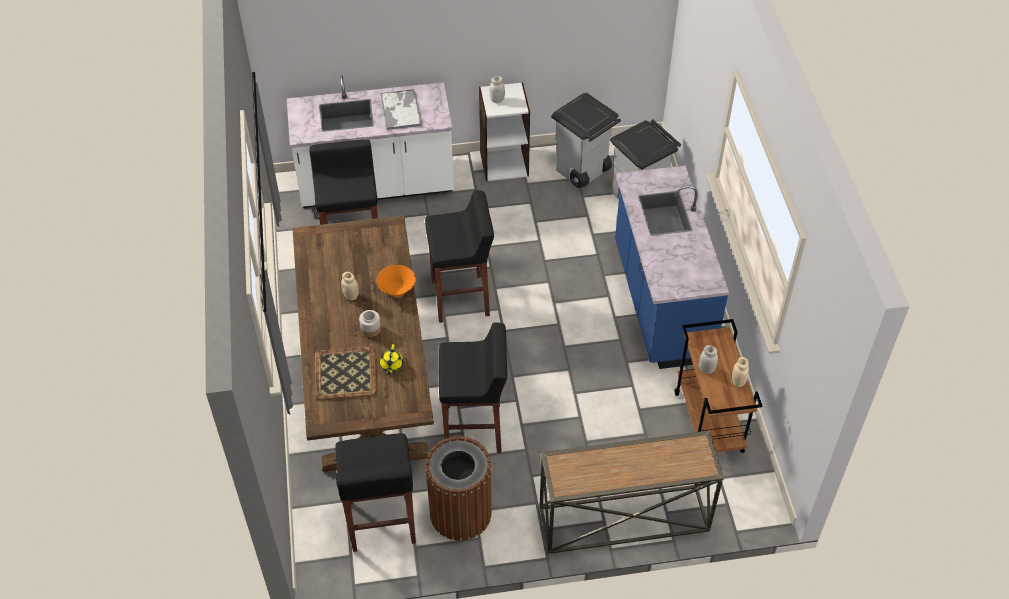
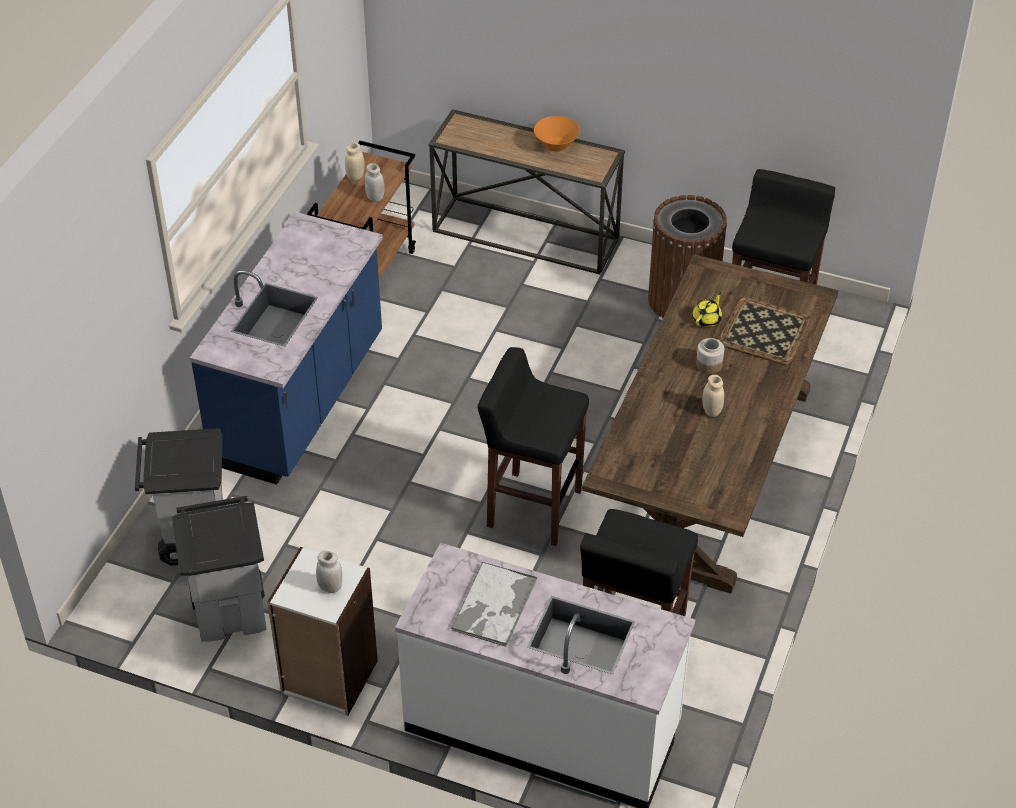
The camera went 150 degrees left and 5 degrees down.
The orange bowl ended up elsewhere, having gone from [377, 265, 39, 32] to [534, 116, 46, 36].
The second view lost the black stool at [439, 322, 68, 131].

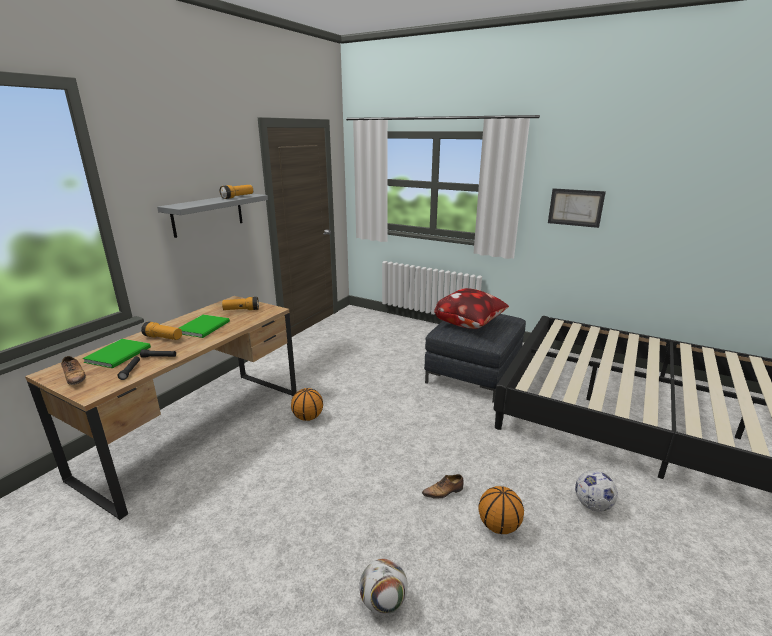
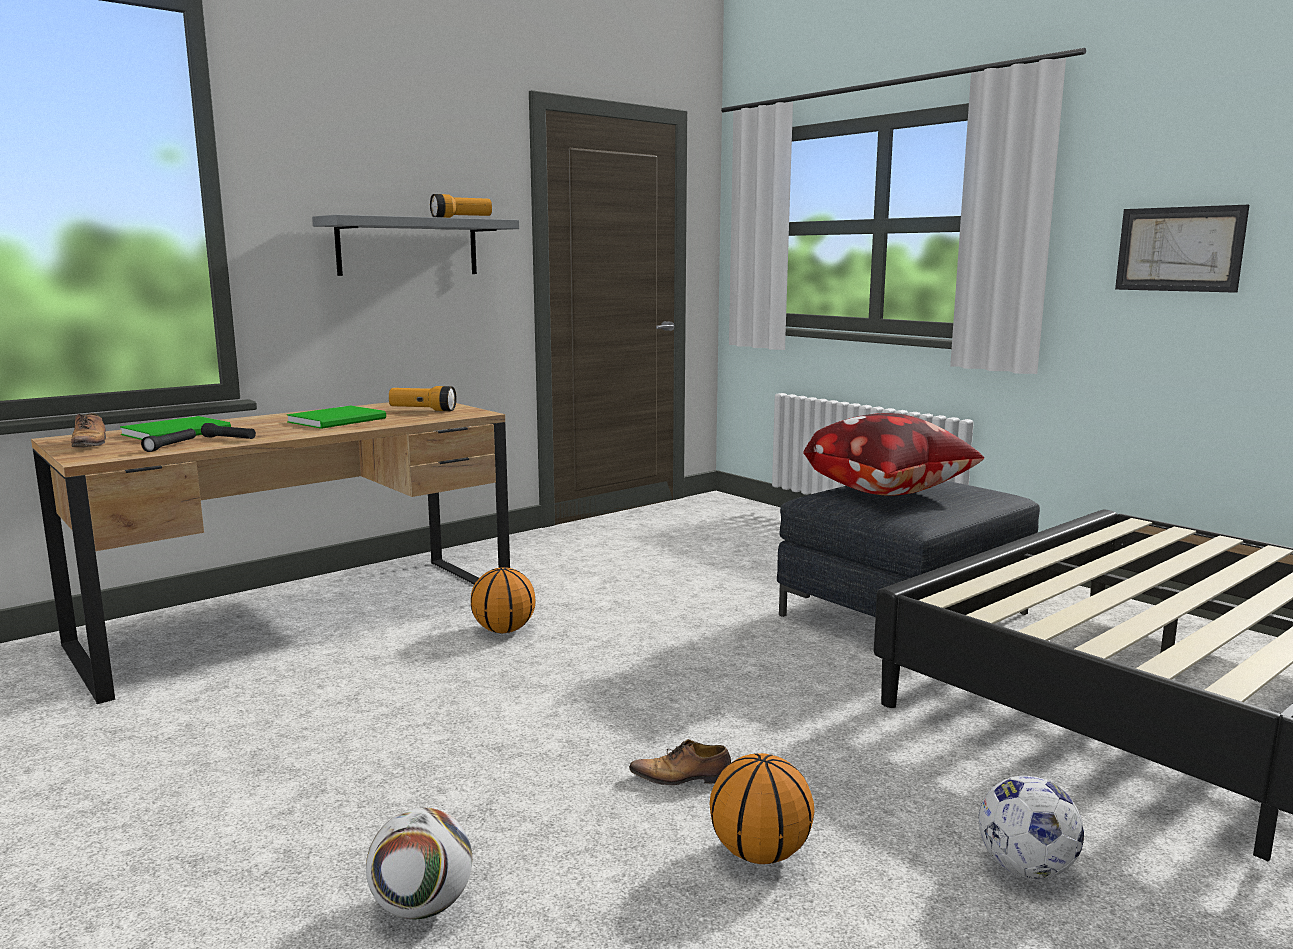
The camera went 20 degrees right and 10 degrees down.
The second view lost the flashlight at [141, 321, 41, 19].

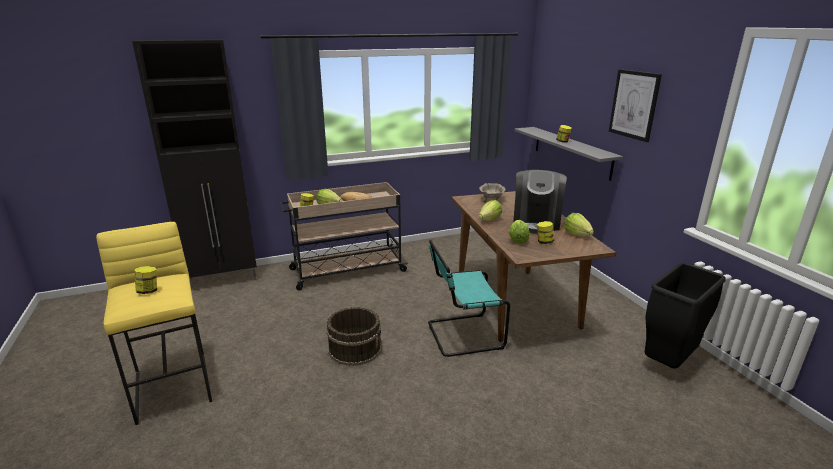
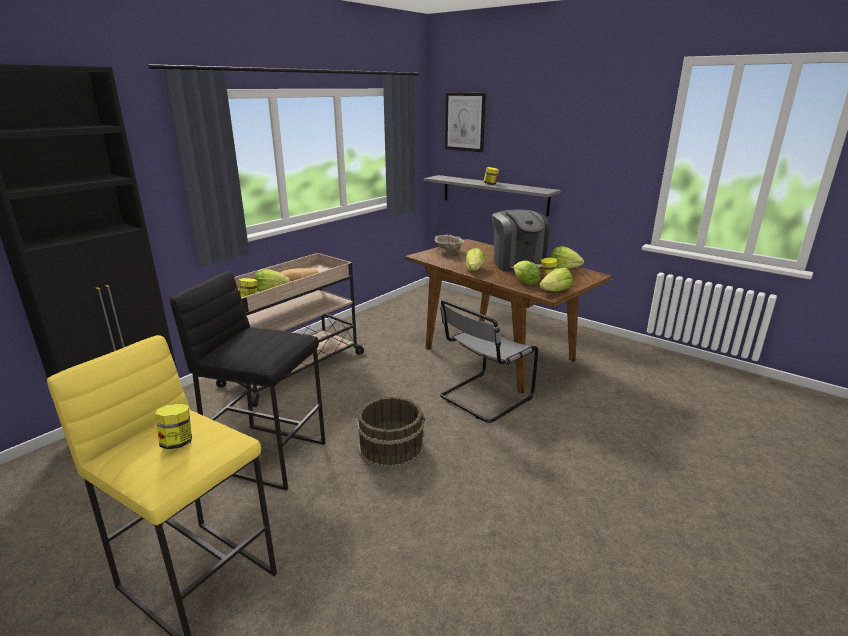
The camera went 30 degrees left and 0 degrees up.
The second view gained the black stool at [170, 272, 156, 219].
What was the turquoise chair at [428, 240, 82, 117] turned into the grey chair at [440, 300, 98, 123].
The picture ended up elsewhere, having gone from [609, 69, 53, 73] to [445, 93, 41, 59].
The second view gained the lettuce at [540, 268, 33, 23].
The second view lost the black trash can at [645, 263, 81, 106].

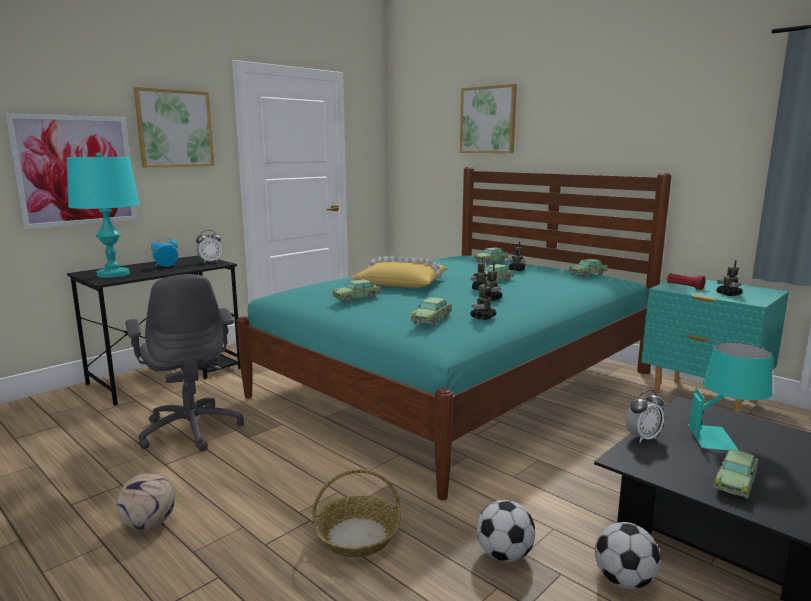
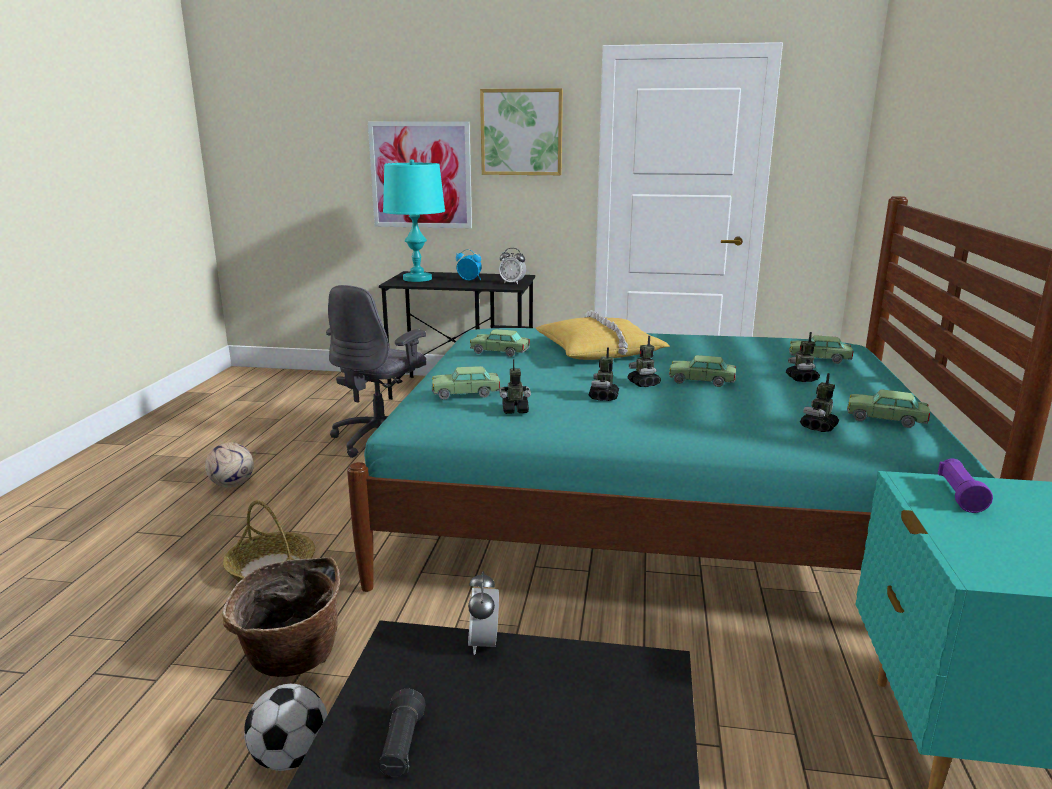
The camera went 55 degrees right and 5 degrees up.
Where the football stood at [477, 500, 58, 62], the basket came to stand at [222, 557, 118, 120].
Where the toy car stood at [713, 449, 45, 50], the black flashlight came to stand at [379, 689, 47, 88].
The alarm clock at [625, 390, 39, 53] ended up facing another way, 60 degrees clockwise from before.
The toy robot ended up elsewhere, having gone from [716, 260, 27, 36] to [800, 373, 39, 59].
What was the red flashlight at [667, 273, 39, 17] turned into the purple flashlight at [938, 458, 55, 55].
The second view lost the picture at [460, 84, 57, 69].
The second view lost the turquoise table lamp at [688, 342, 84, 109].

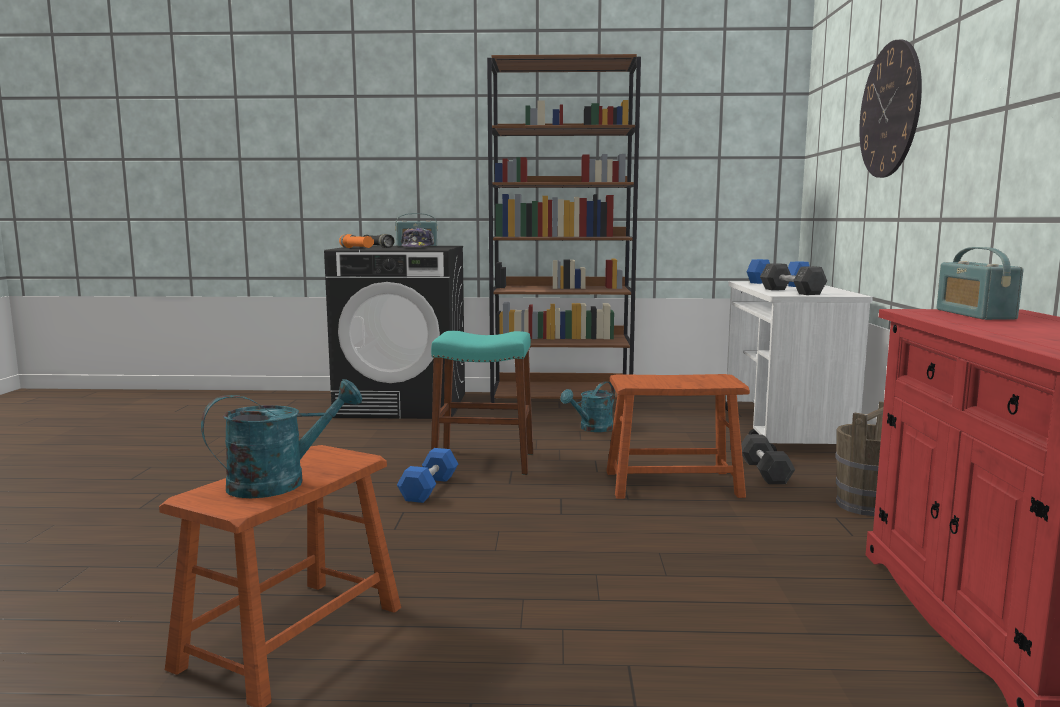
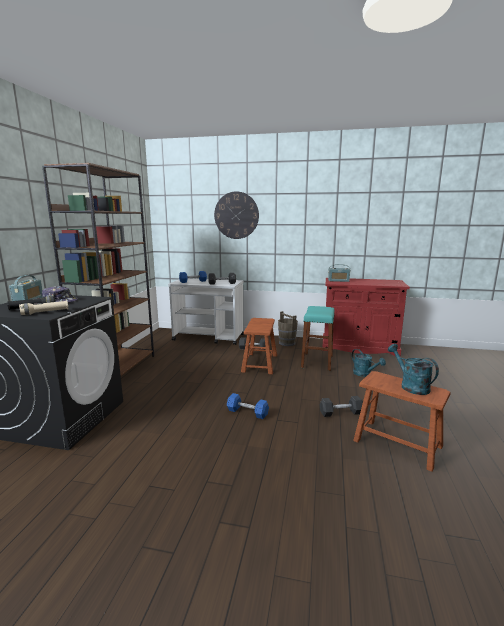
The camera went 80 degrees left and 5 degrees up.
What was the orange flashlight at [339, 234, 35, 14] turned into the beige flashlight at [19, 300, 50, 15].
The turquoise stool ended up elsewhere, having gone from [431, 331, 102, 144] to [301, 306, 34, 65].
The second view gained the grey dumbbell at [320, 396, 43, 21].
The turquoise watering can ended up elsewhere, having gone from [561, 381, 54, 51] to [352, 349, 34, 28].

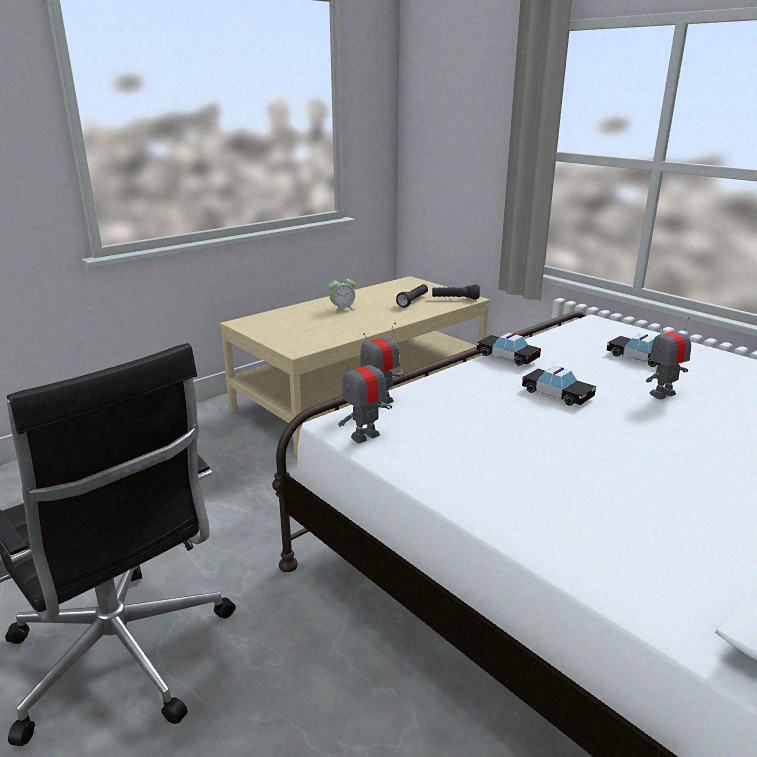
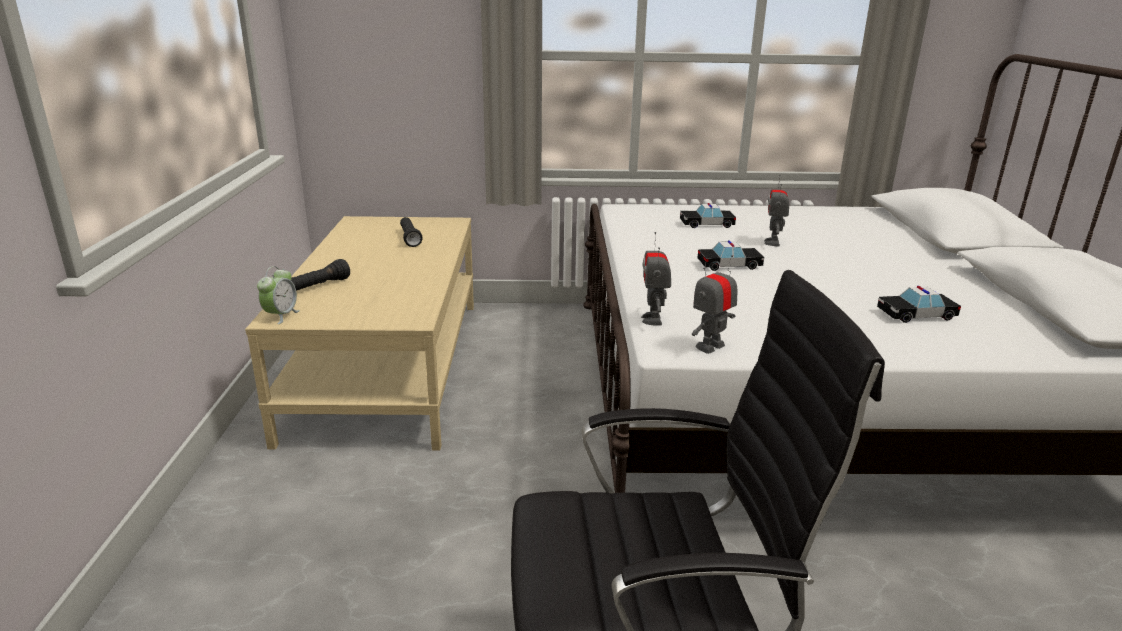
The camera went 50 degrees left and 0 degrees up.
The alarm clock ended up elsewhere, having gone from [328, 275, 28, 38] to [257, 266, 43, 58].
The black flashlight ended up elsewhere, having gone from [432, 284, 48, 15] to [291, 259, 59, 32].
The toy robot at [338, 349, 54, 94] ended up facing another way, 45 degrees clockwise from before.
The toy car ended up elsewhere, having gone from [477, 333, 64, 33] to [877, 286, 84, 37].

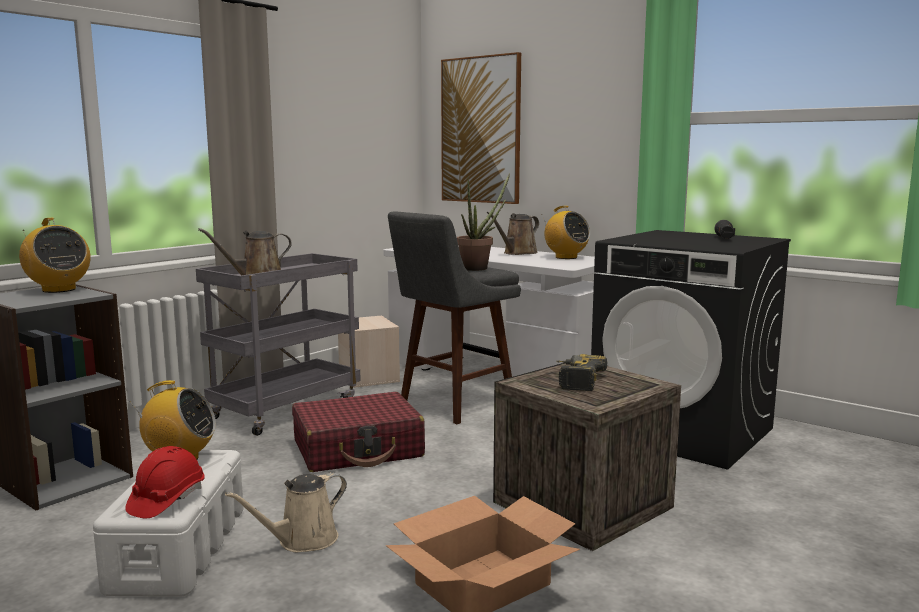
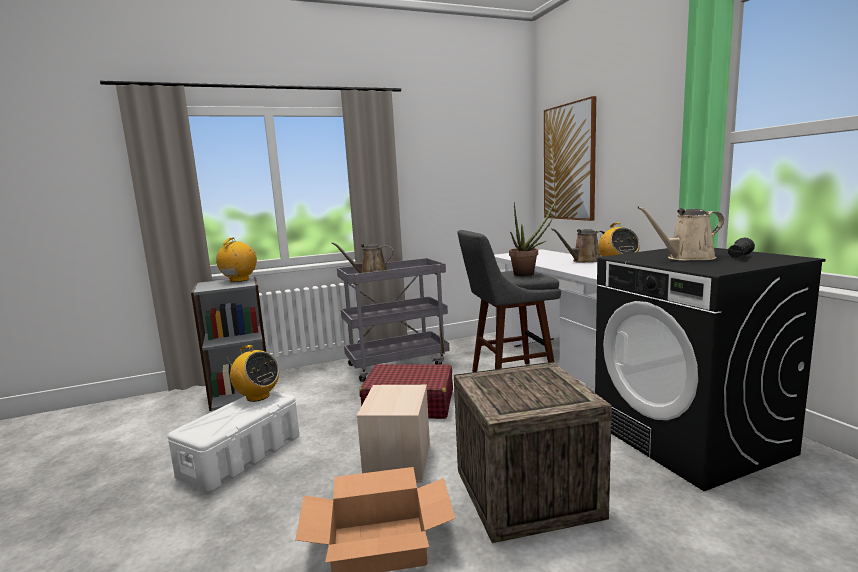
The camera went 30 degrees right and 0 degrees up.
The radio at [19, 218, 72, 75] ended up facing another way, 150 degrees counterclockwise from before.
The beige storage box ended up elsewhere, having gone from [338, 316, 62, 72] to [357, 385, 73, 98].
The beige watering can ended up elsewhere, having gone from [225, 472, 122, 81] to [637, 206, 87, 55].
The second view lost the red hard hat at [125, 446, 80, 72].
The second view lost the power drill at [556, 354, 51, 37].

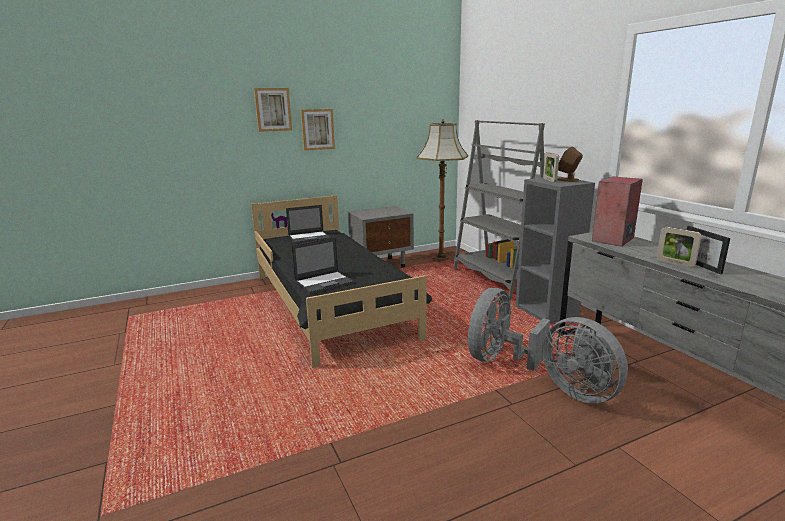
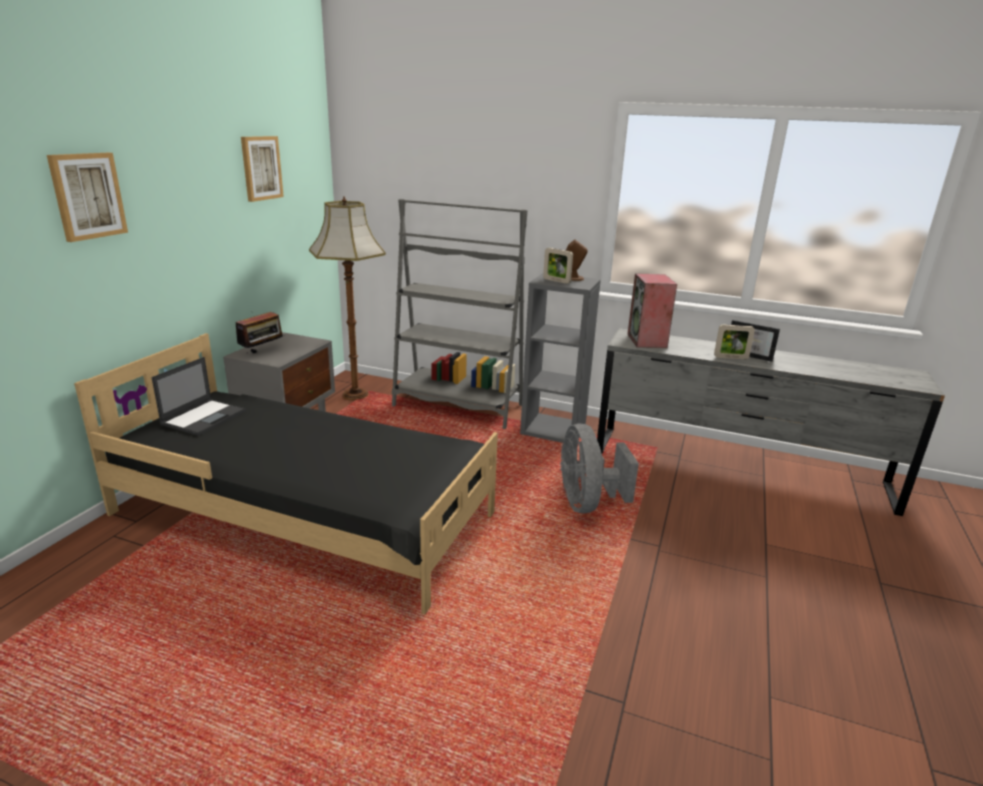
The camera went 45 degrees left and 5 degrees up.
The second view gained the radio at [236, 312, 49, 41].
The picture ended up elsewhere, having gone from [301, 109, 34, 42] to [241, 136, 43, 66].
The second view lost the laptop at [291, 237, 64, 57].
The second view lost the grey fan at [542, 317, 86, 87].

